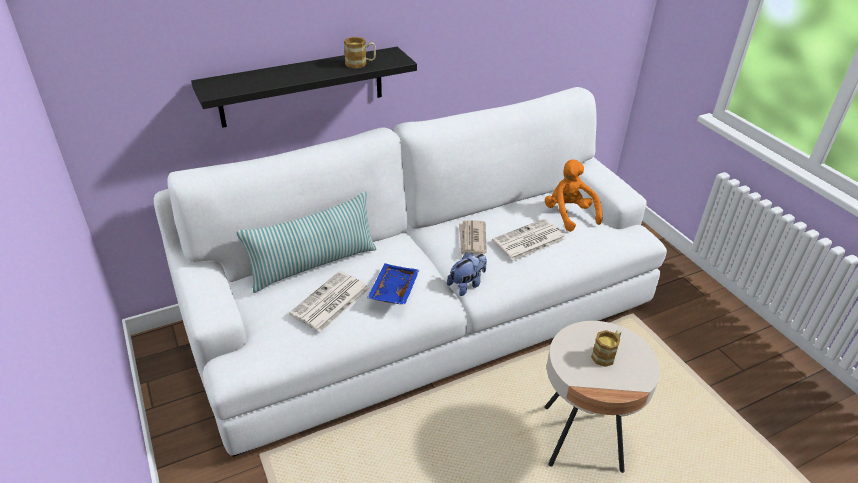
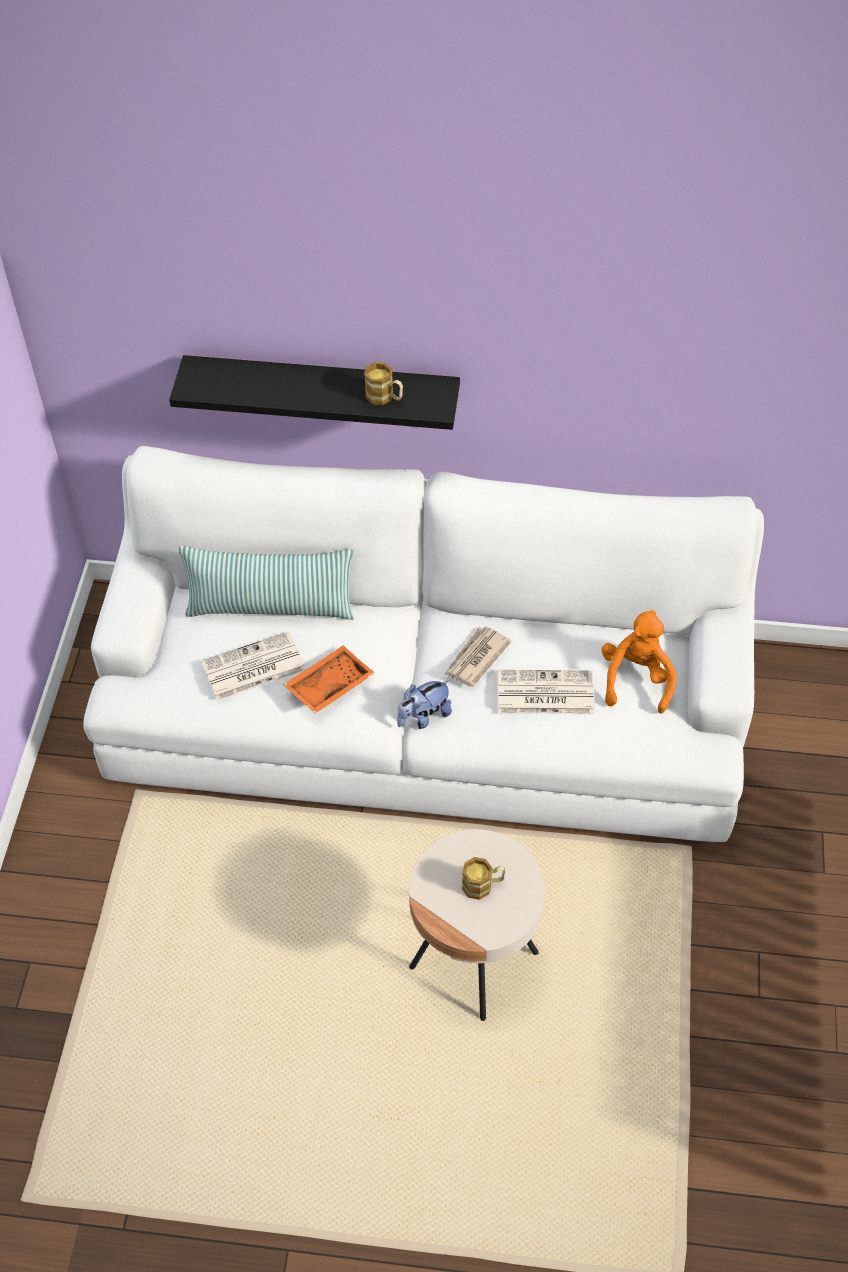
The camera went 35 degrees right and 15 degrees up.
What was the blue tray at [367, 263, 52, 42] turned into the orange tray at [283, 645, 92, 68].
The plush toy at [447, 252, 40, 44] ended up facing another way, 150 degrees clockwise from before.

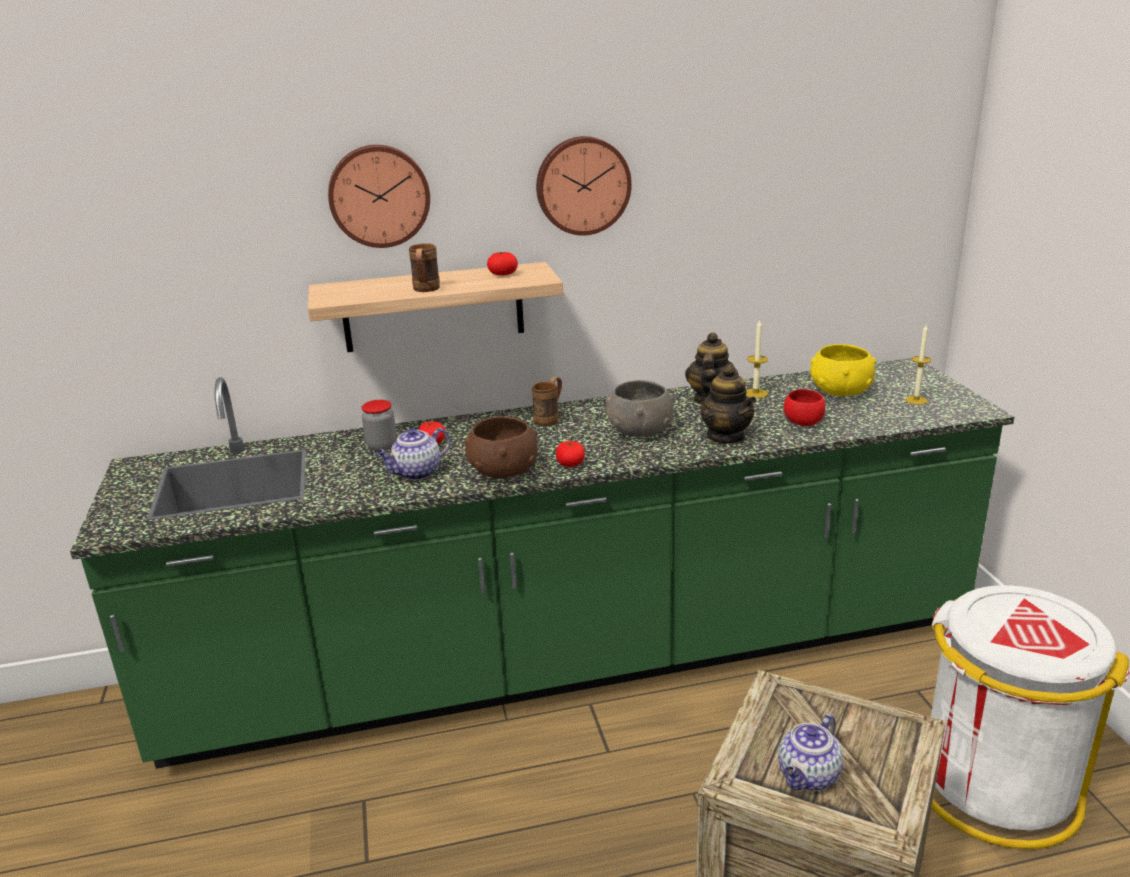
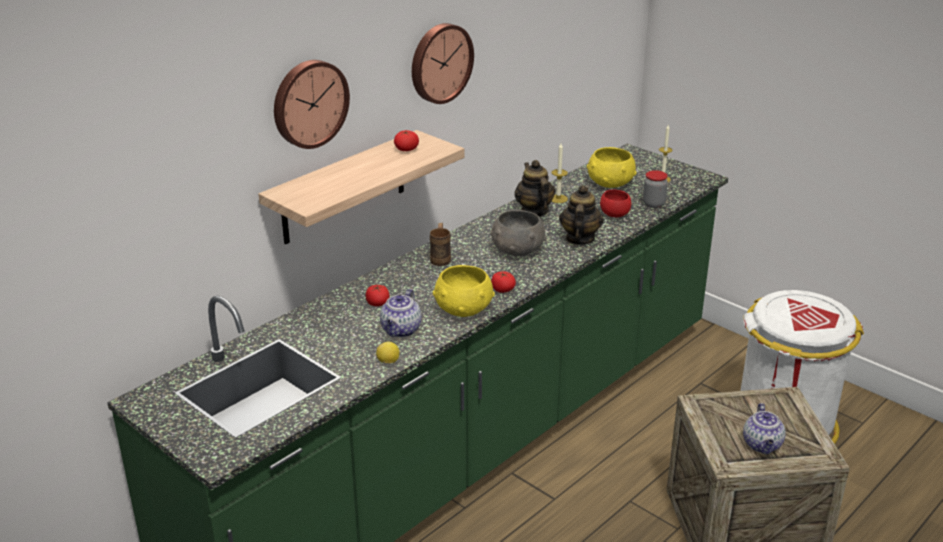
The camera went 35 degrees left and 5 degrees up.
The second view gained the lemon at [376, 342, 23, 21].
What was the brown bowl at [464, 416, 74, 62] turned into the yellow bowl at [433, 265, 62, 52].
The teapot at [700, 365, 56, 79] ended up facing another way, 105 degrees counterclockwise from before.
The jar ended up elsewhere, having gone from [362, 400, 35, 51] to [643, 170, 25, 38].
The second view lost the brown mug at [409, 243, 31, 49].

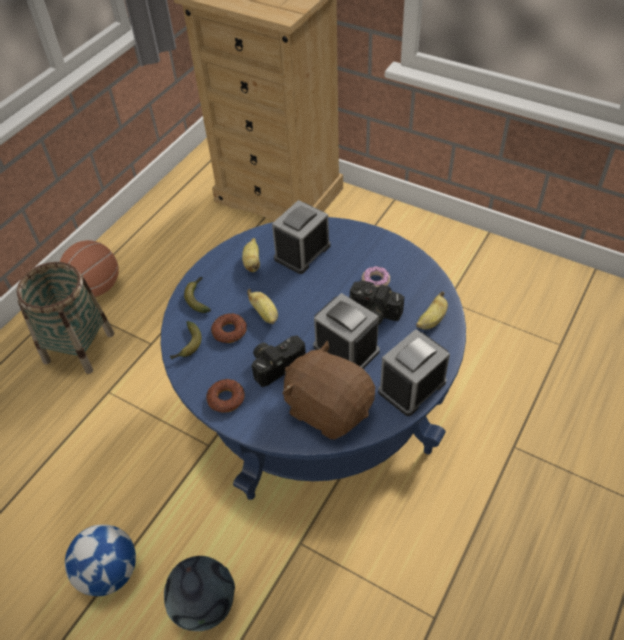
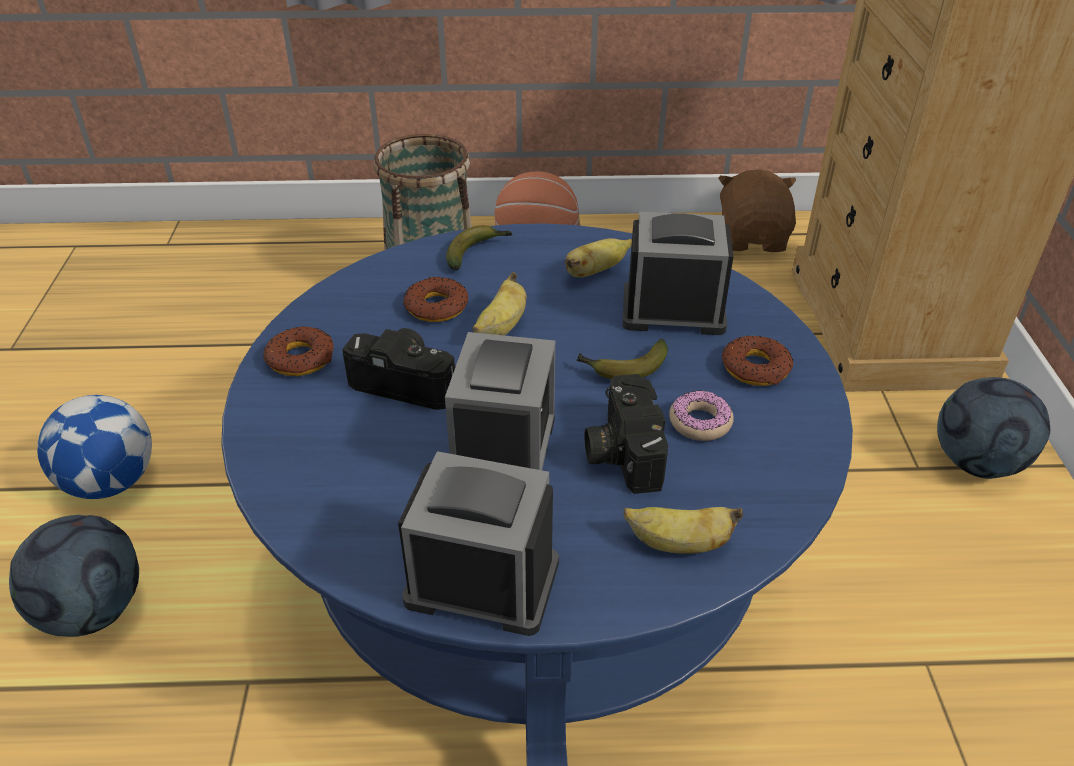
The camera went 55 degrees right and 10 degrees down.
The banana ended up elsewhere, having gone from [170, 321, 32, 39] to [576, 339, 92, 40].
The brown plush toy ended up elsewhere, having gone from [282, 341, 93, 98] to [718, 169, 78, 83].
The second view gained the donut at [722, 336, 71, 50].
The second view gained the football at [937, 377, 113, 102].

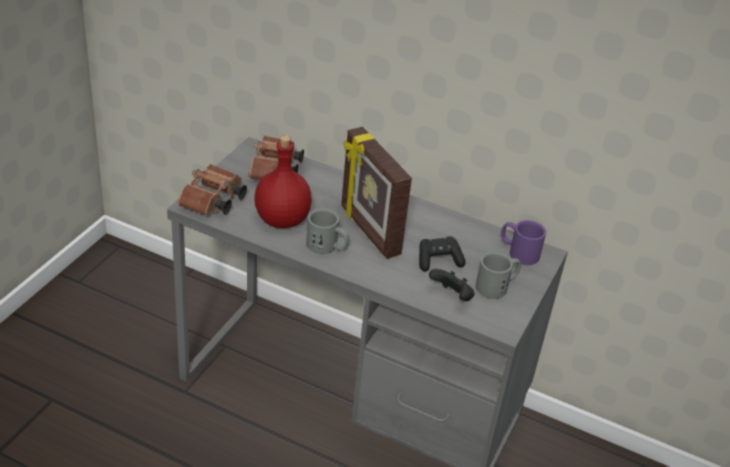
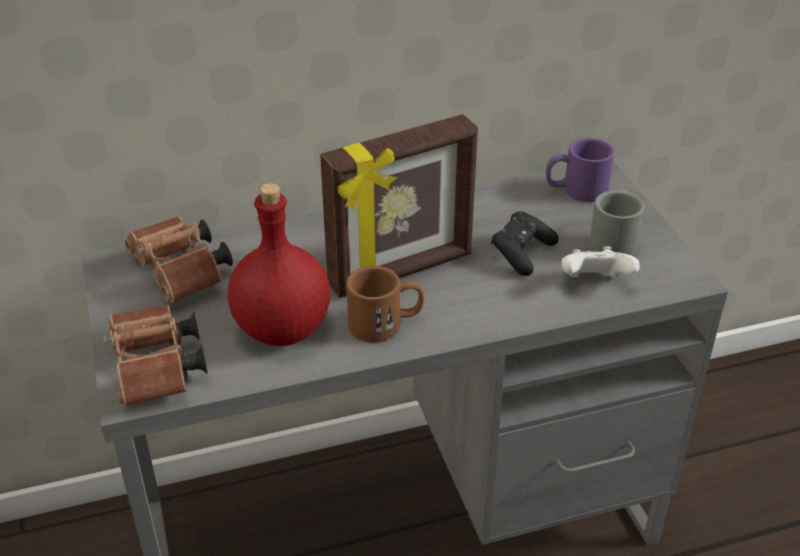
The camera went 40 degrees left and 0 degrees up.
The picture frame at [341, 127, 71, 132] ended up facing another way, 45 degrees counterclockwise from before.
What was the grey mug at [306, 208, 43, 46] turned into the brown mug at [346, 266, 78, 77].
What was the black game controller at [429, 269, 46, 32] turned into the white game controller at [561, 246, 79, 32].

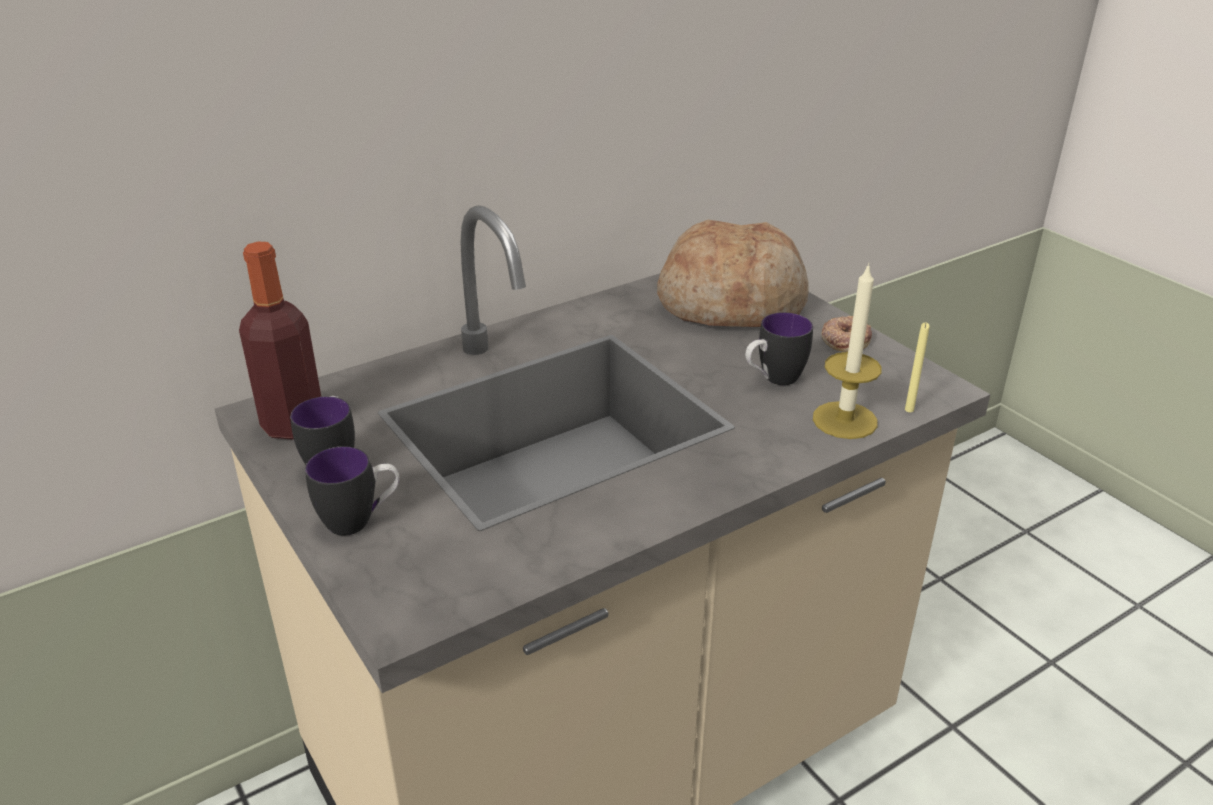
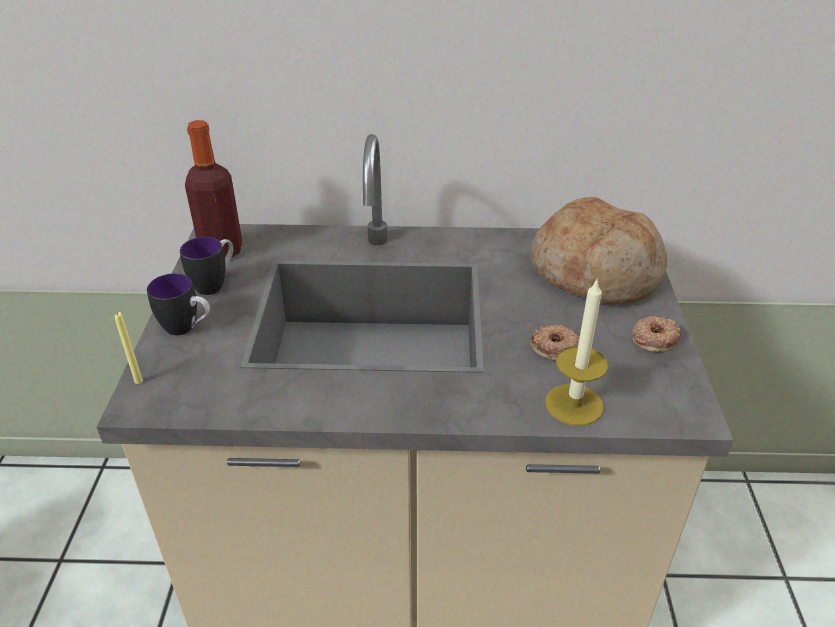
The camera went 35 degrees right and 5 degrees up.
The yellow candle ended up elsewhere, having gone from [905, 323, 25, 89] to [114, 312, 29, 72].
Where the mug stood at [745, 312, 68, 73], the donut came to stand at [531, 324, 49, 36].

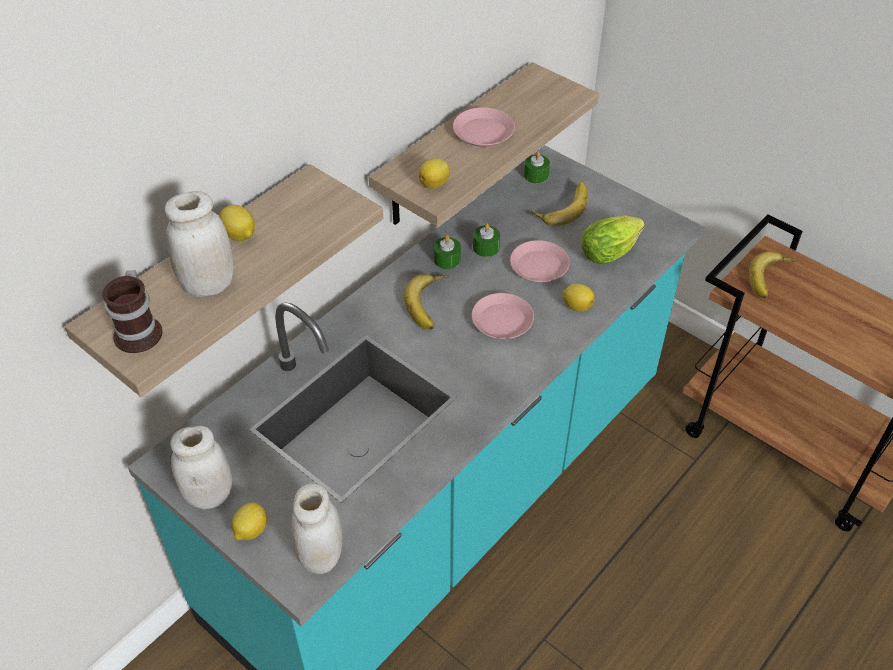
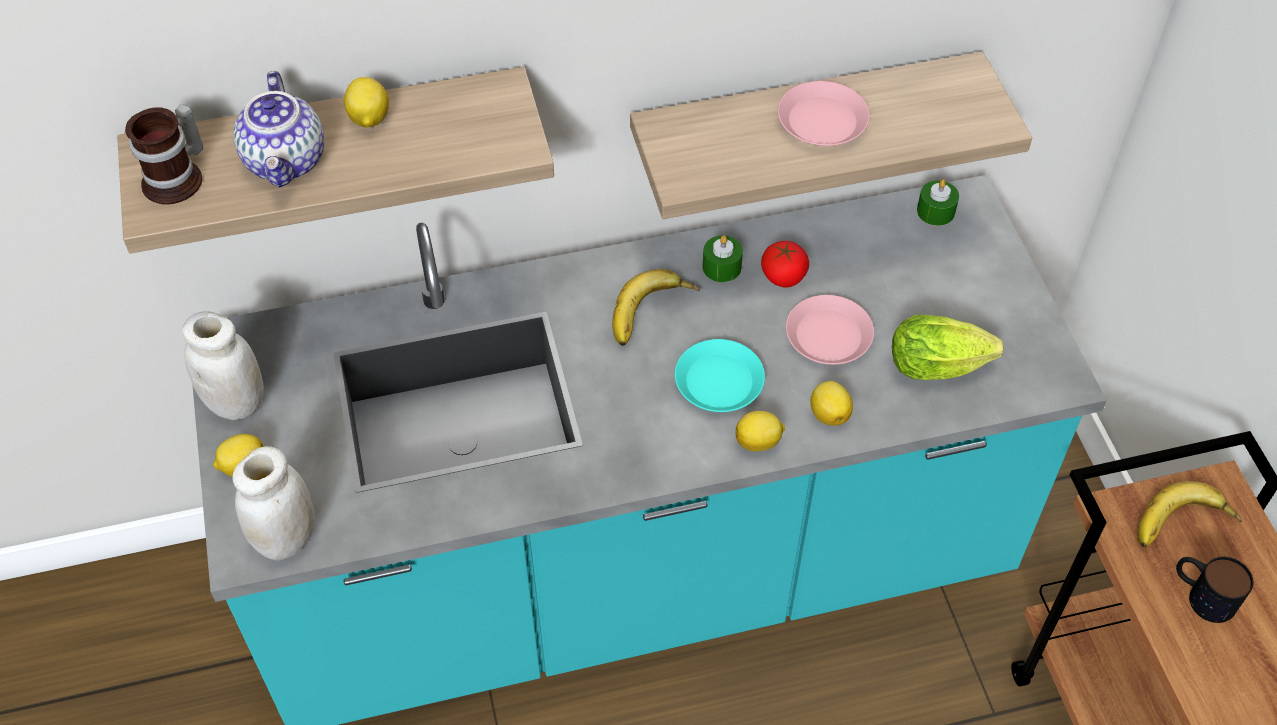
The camera went 35 degrees right and 5 degrees up.
Where the white jar stood at [165, 191, 69, 106], the teapot came to stand at [233, 71, 91, 116].
What was the pink plate at [472, 293, 62, 46] turned into the turquoise plate at [675, 339, 90, 73].
The lemon ended up elsewhere, having gone from [419, 158, 31, 31] to [735, 411, 50, 41].
Where the green candle stood at [473, 223, 27, 34], the tomato came to stand at [761, 241, 48, 47].
The second view gained the mug at [1176, 557, 78, 66].
The second view lost the banana at [531, 181, 57, 45].

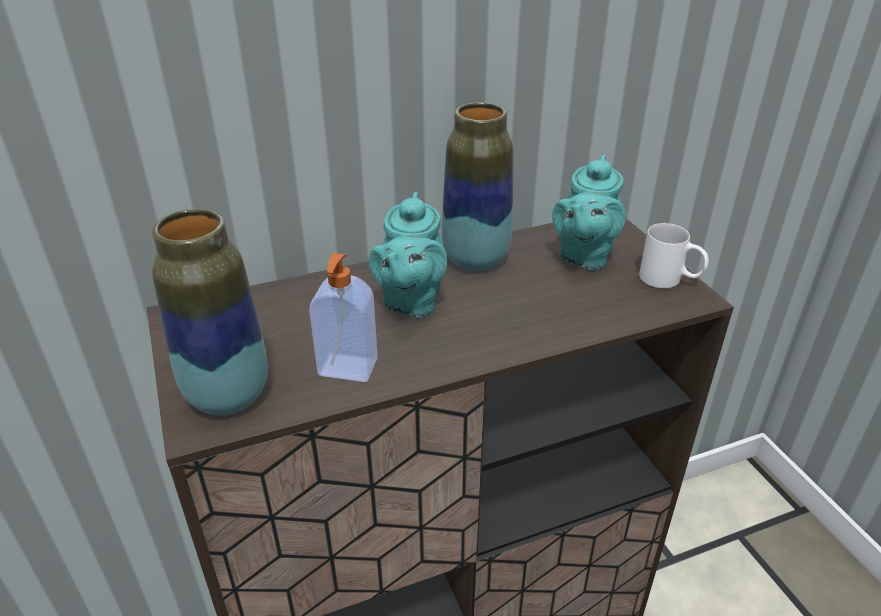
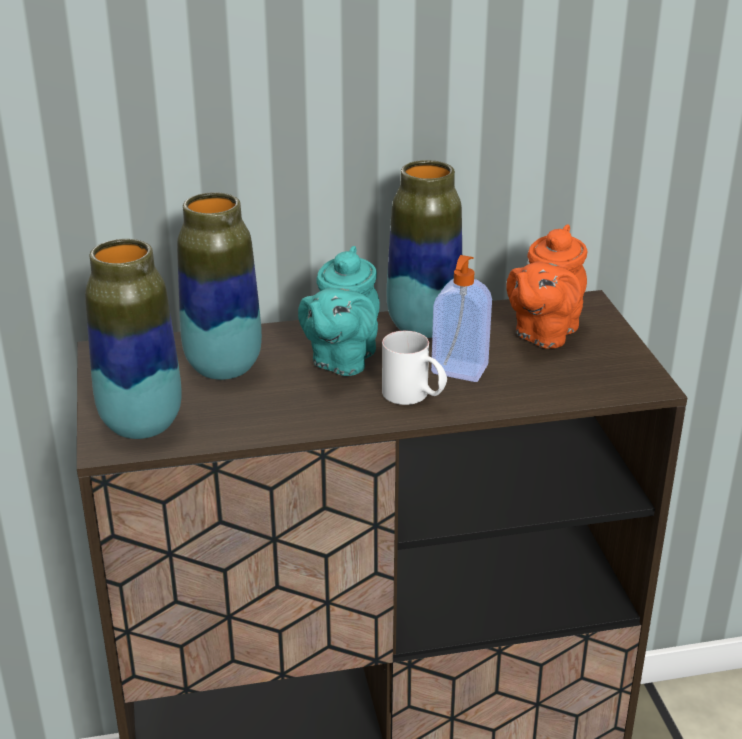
The camera went 10 degrees right and 5 degrees down.
The second view gained the vase at [177, 192, 85, 188].
The white mug ended up elsewhere, having gone from [639, 223, 70, 65] to [382, 331, 65, 74].
The soap dispenser ended up elsewhere, having gone from [309, 253, 69, 129] to [431, 255, 61, 127].
What was the turquoise teapot at [552, 155, 74, 116] turned into the orange teapot at [506, 224, 81, 125].

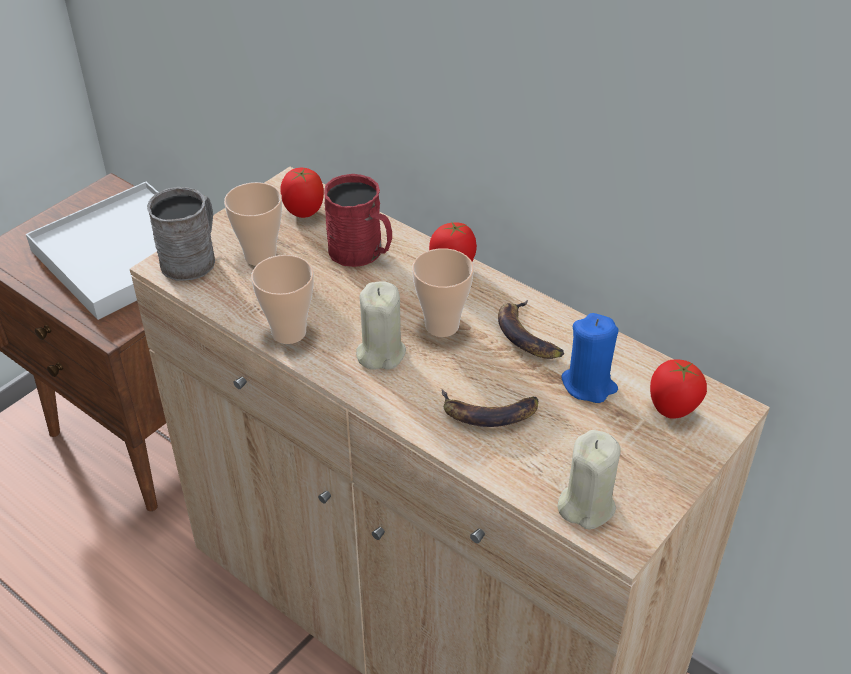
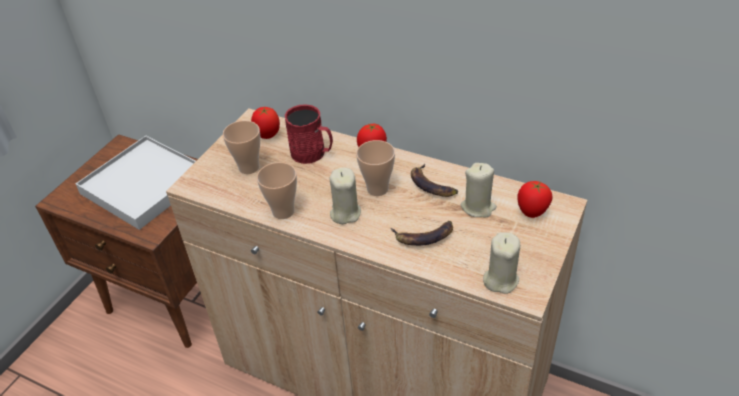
The camera went 10 degrees left and 0 degrees up.
What was the blue candle at [562, 313, 56, 90] turned into the beige candle at [461, 163, 36, 54].
The second view lost the grey mug at [147, 187, 68, 94].

